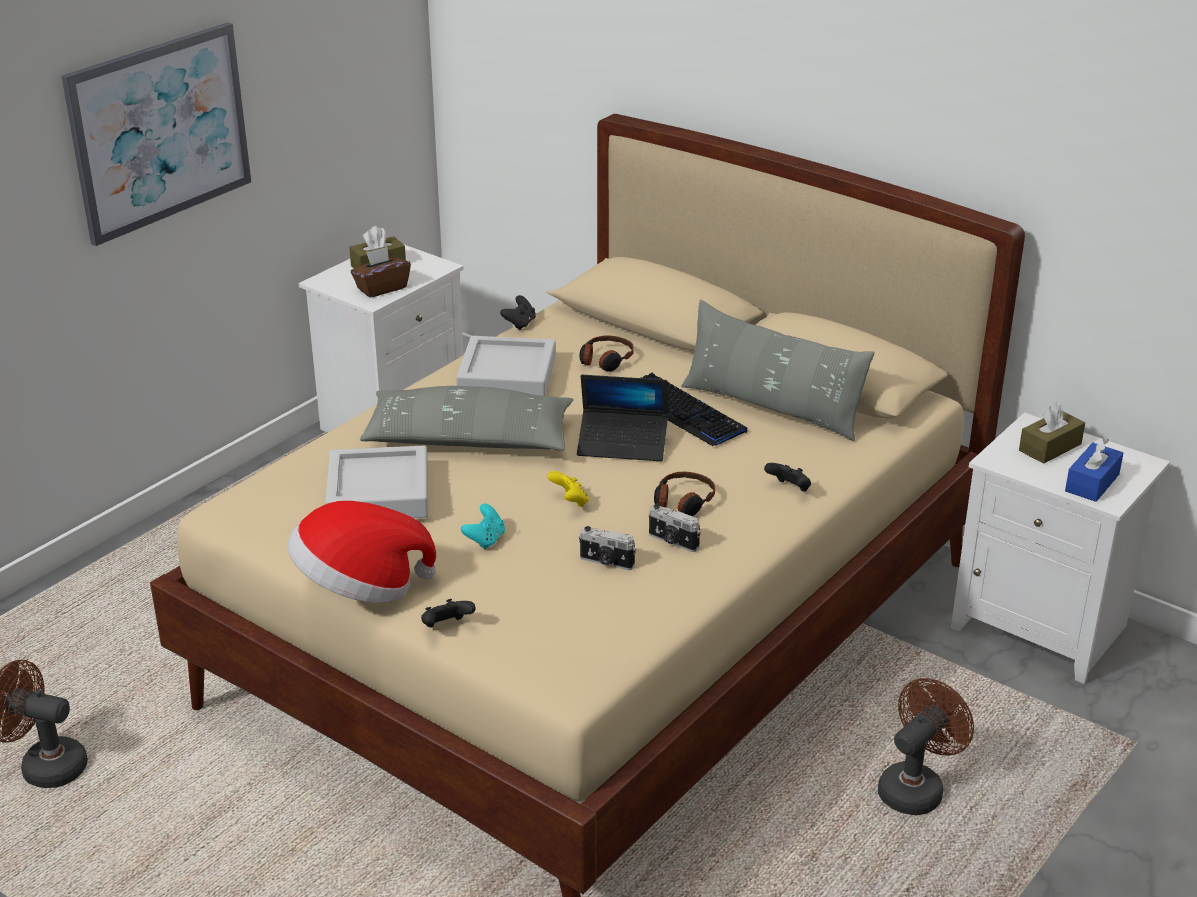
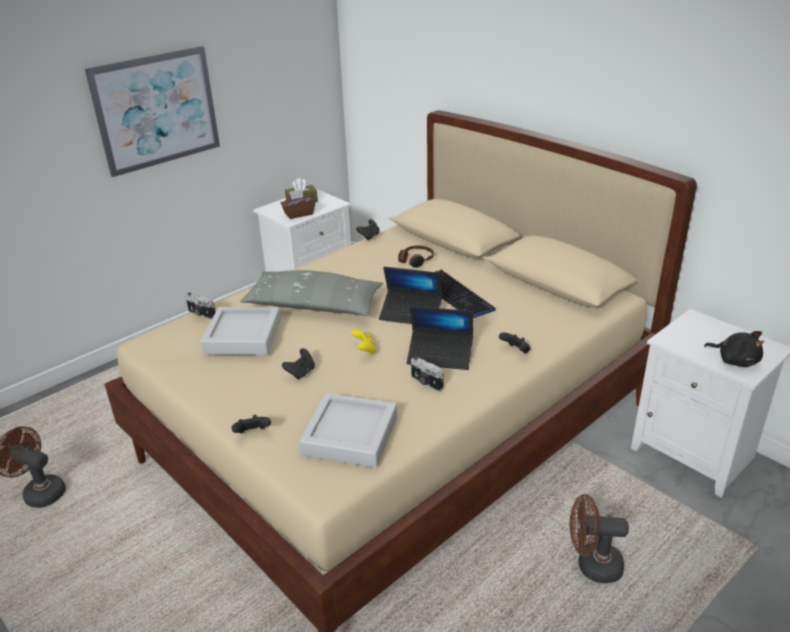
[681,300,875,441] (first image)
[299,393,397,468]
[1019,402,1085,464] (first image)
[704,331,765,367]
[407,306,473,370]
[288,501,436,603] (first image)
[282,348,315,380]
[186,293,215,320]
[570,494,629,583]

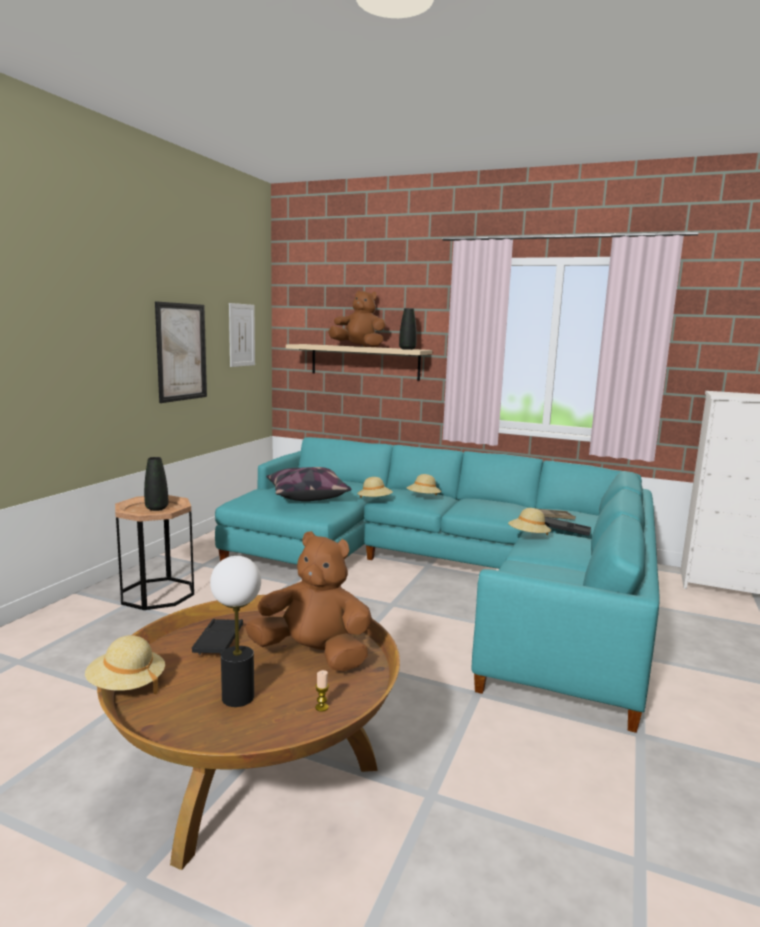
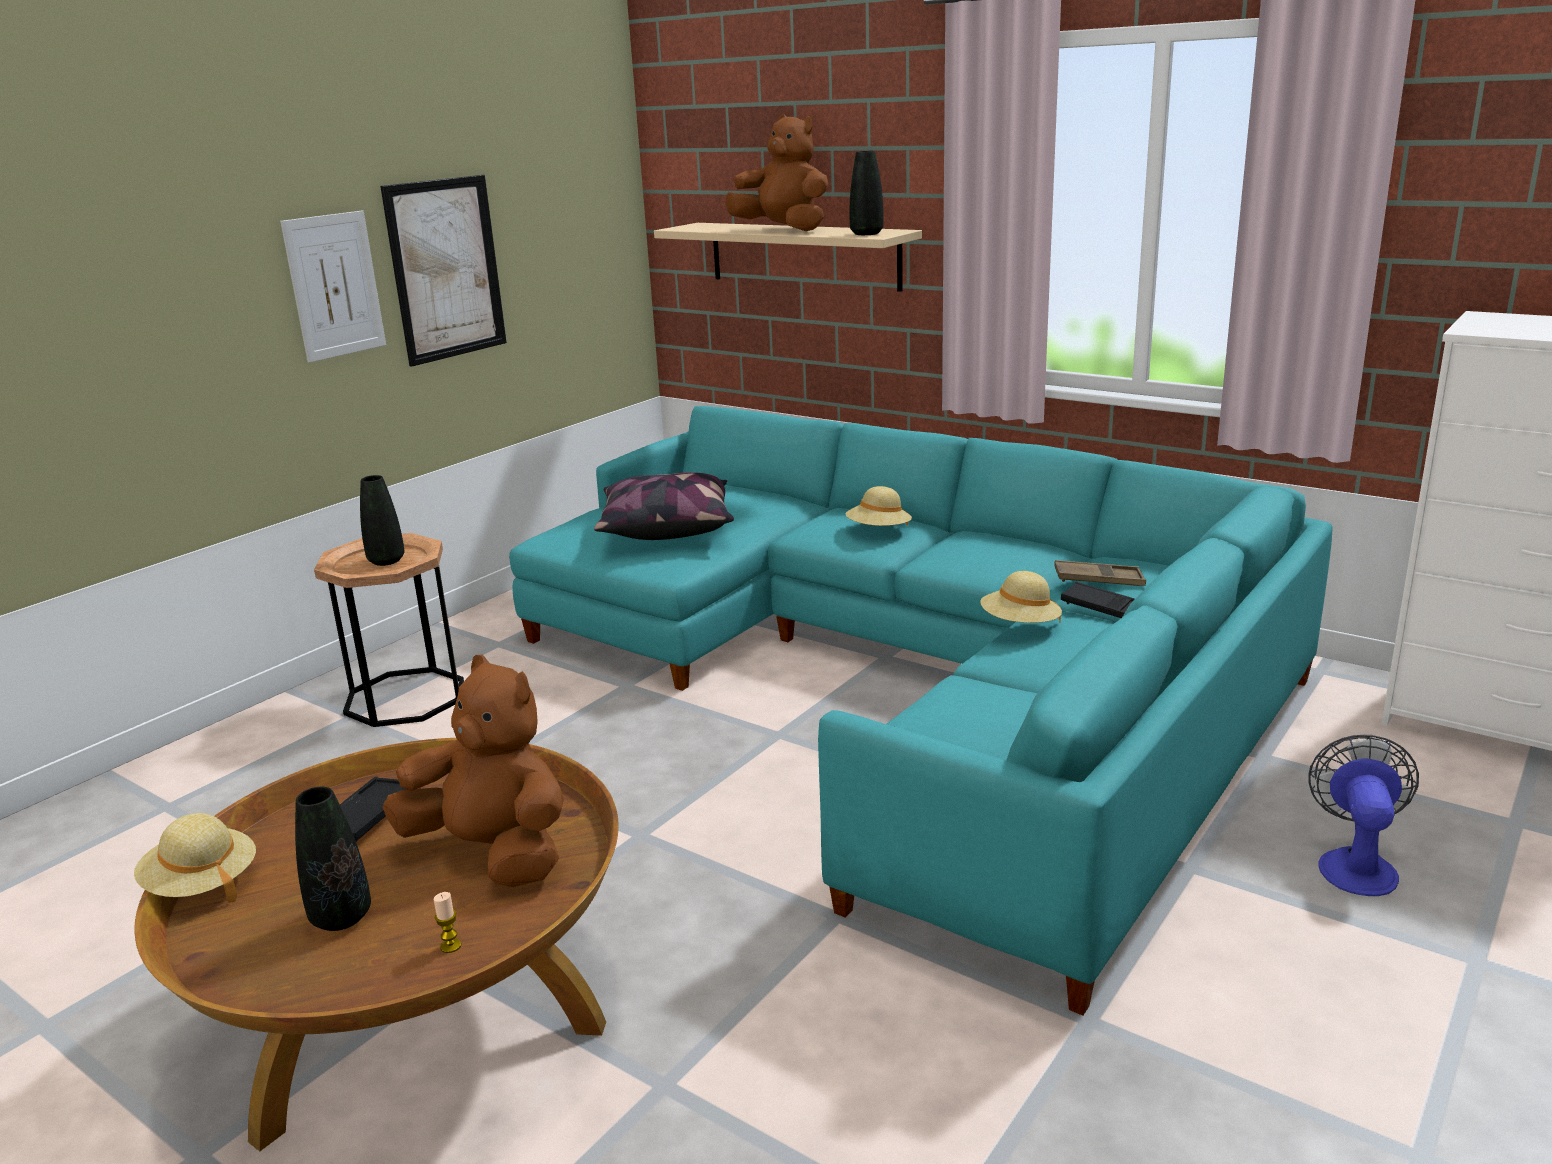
[280,211,386,363]
[357,477,393,498] (first image)
[295,787,371,931]
[1308,735,1419,896]

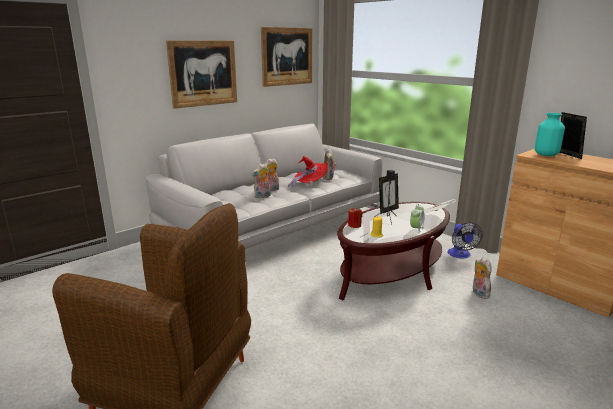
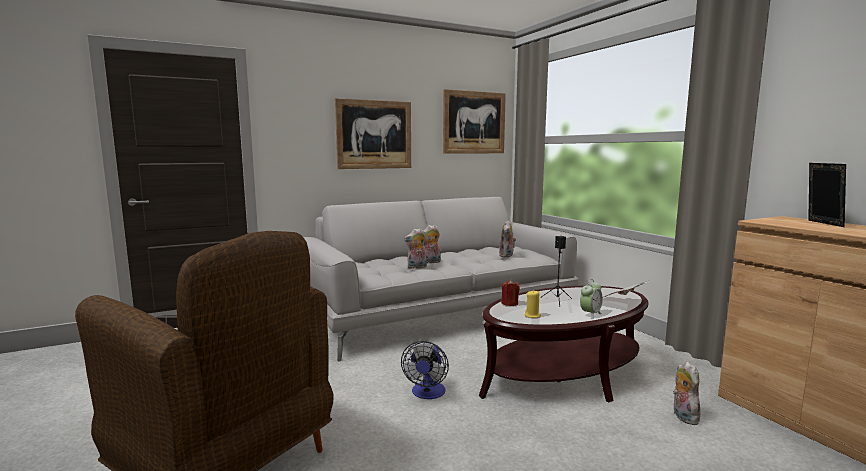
[535,113,565,156] (first image)
[288,156,328,189] (first image)
[379,173,399,214] (first image)
[401,341,449,399]

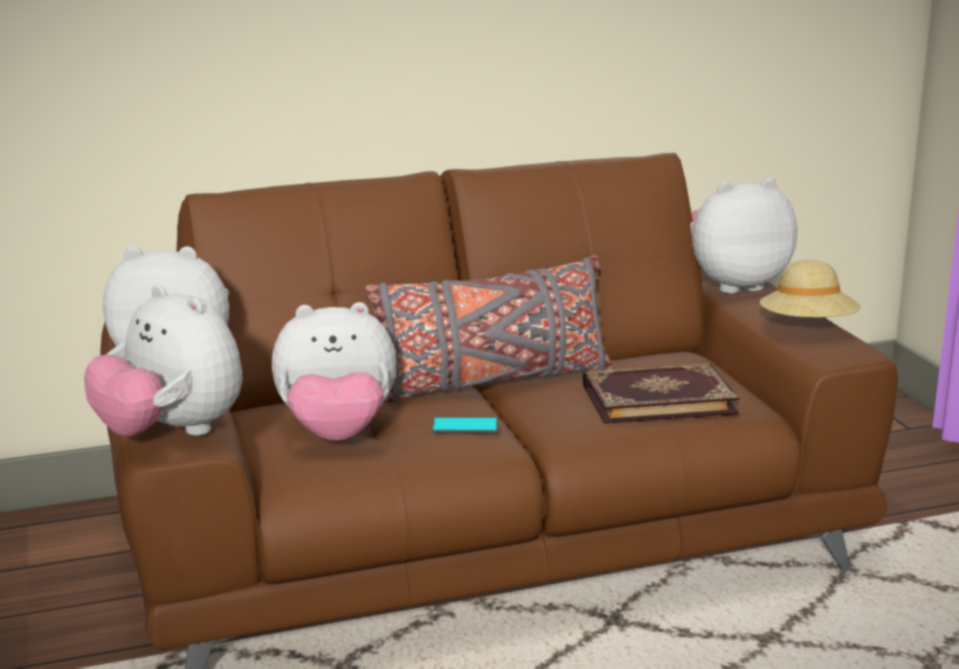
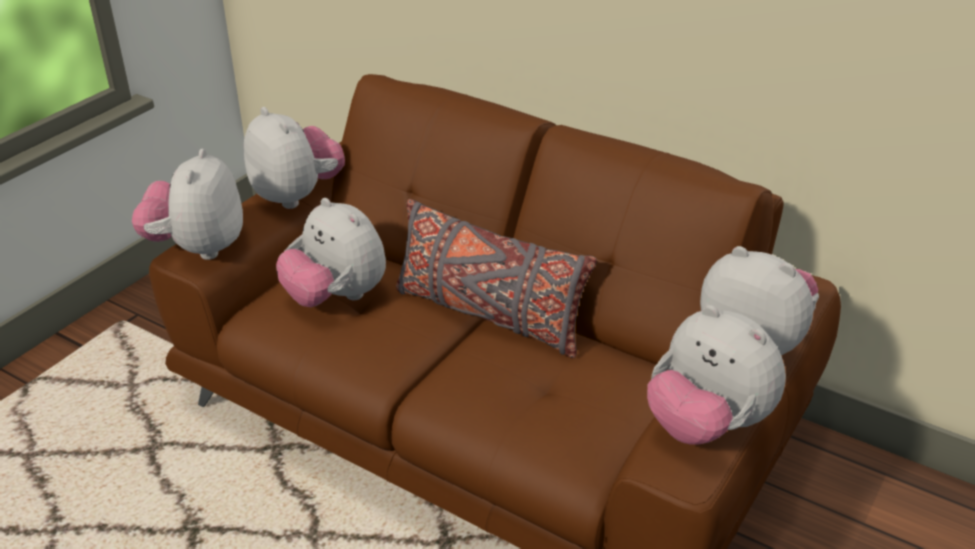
[647,305,786,445]
[583,363,740,424] (first image)
[432,417,499,434] (first image)

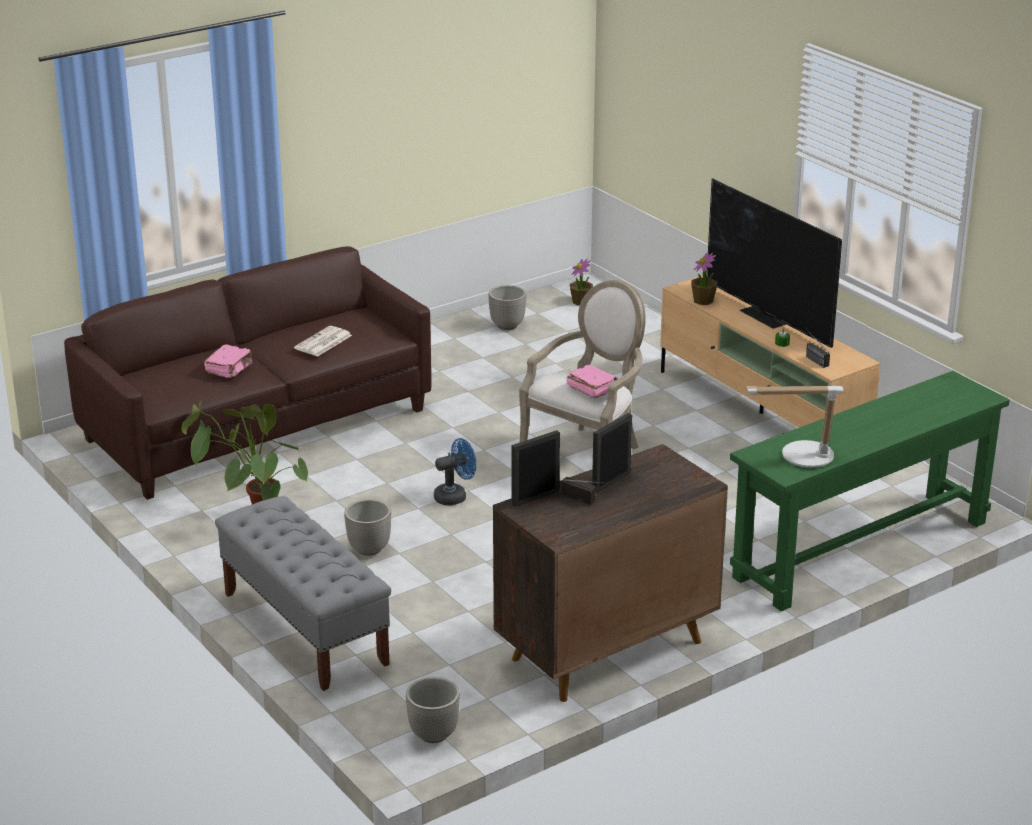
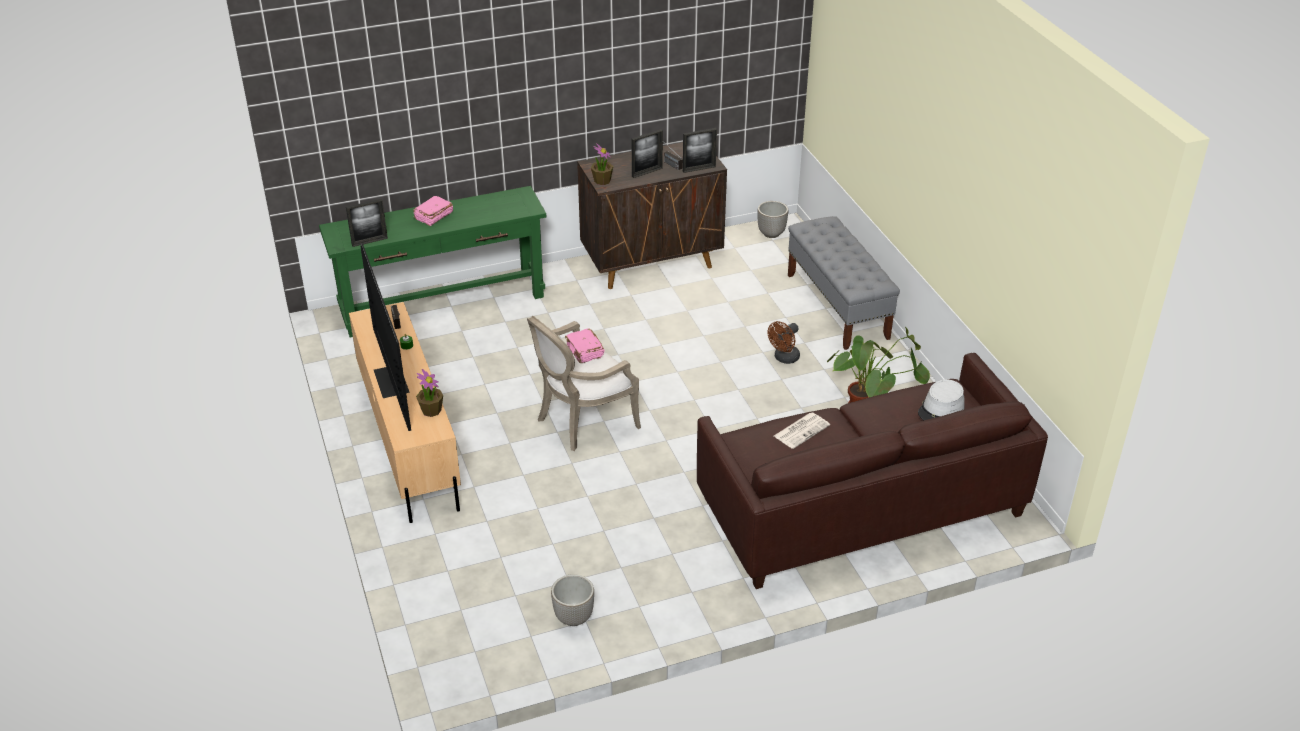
[591,143,613,185]
[413,196,453,226]
[746,386,844,467] (first image)
[434,438,476,506] (first image)
[767,321,800,364]
[346,199,388,247]
[918,379,965,420]

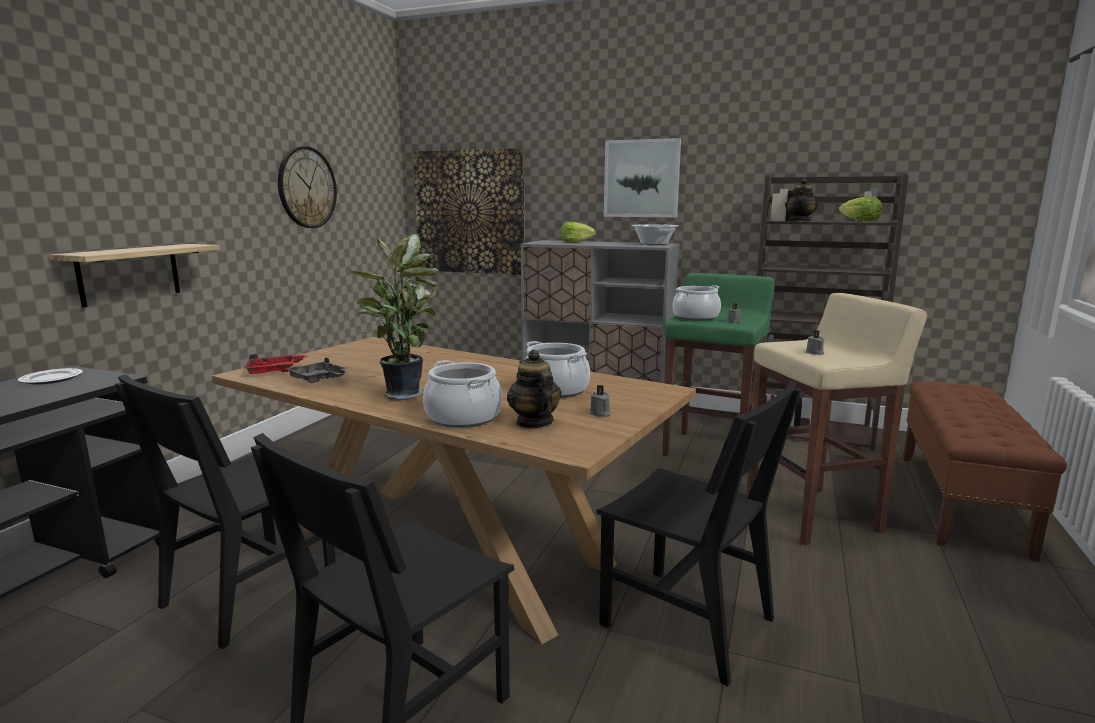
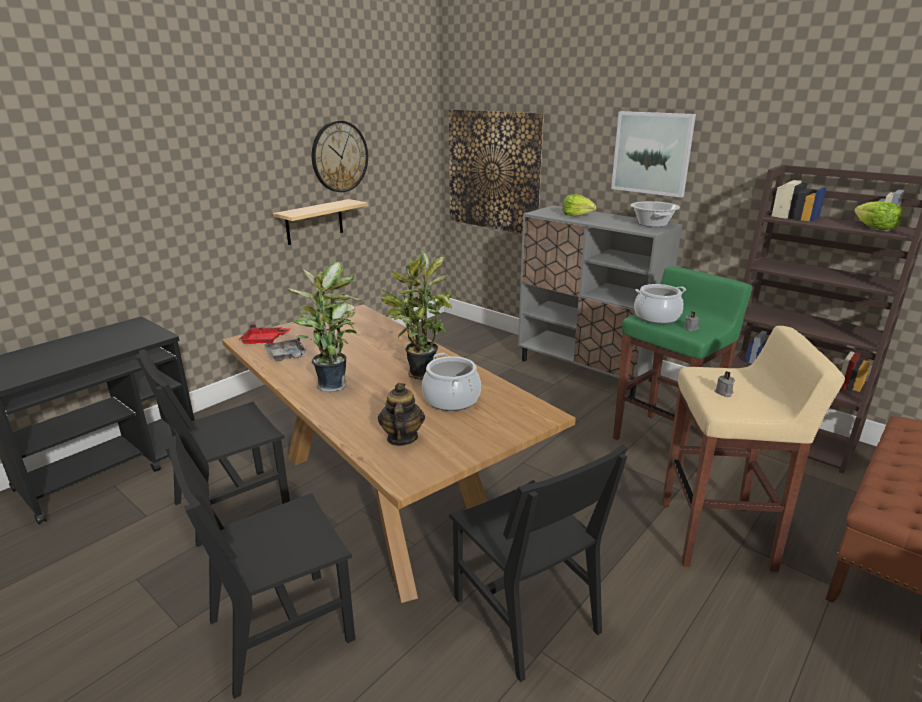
[785,178,818,221] (first image)
[273,199,368,245]
[423,360,502,428] (first image)
[18,368,83,385] (first image)
[589,385,611,417] (first image)
[381,250,452,380]

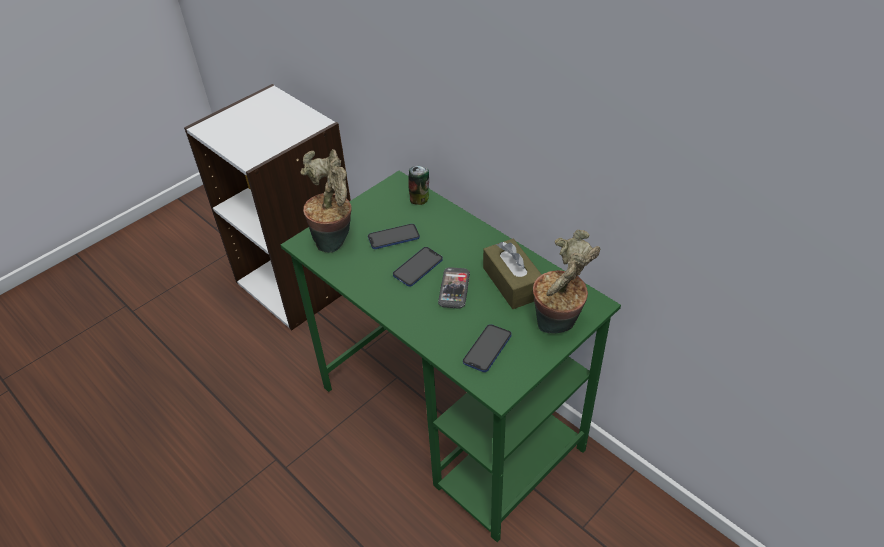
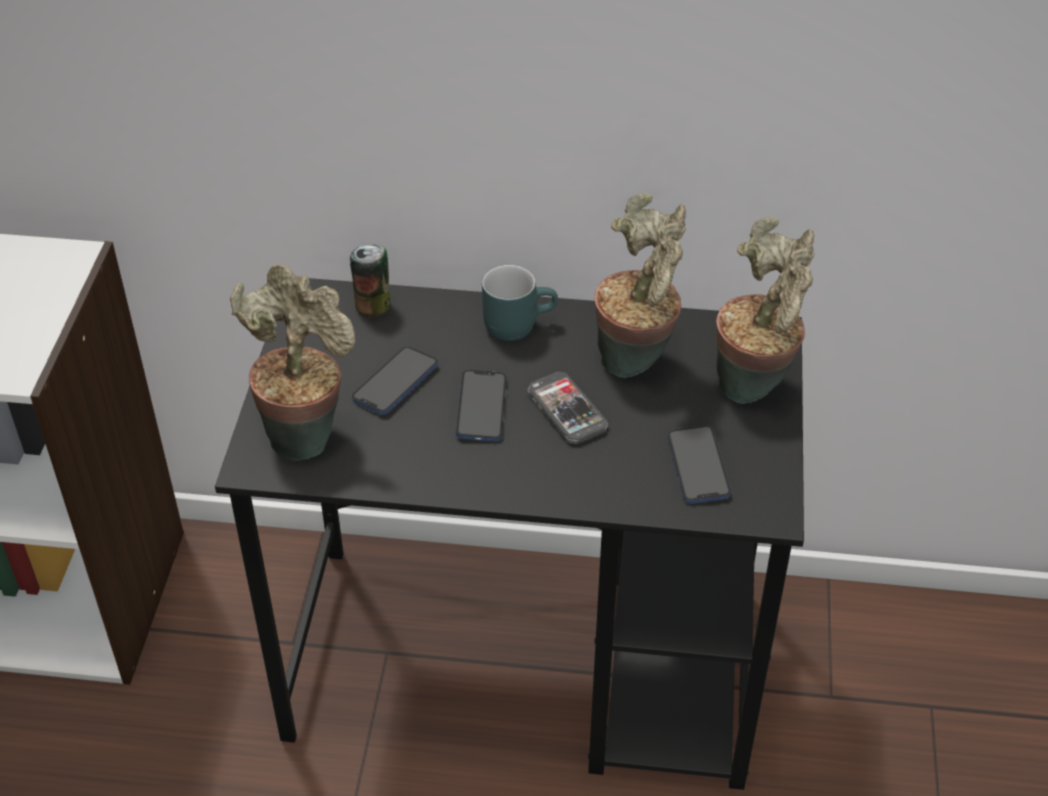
[215,278,804,790]
[594,193,686,378]
[482,265,558,341]

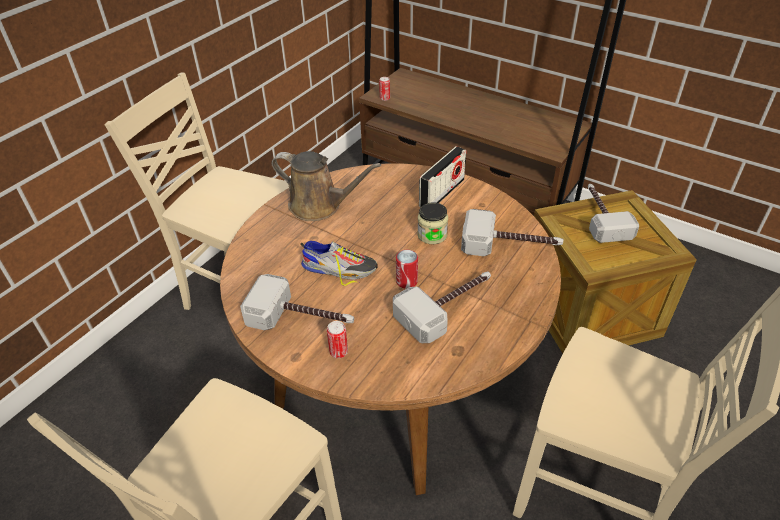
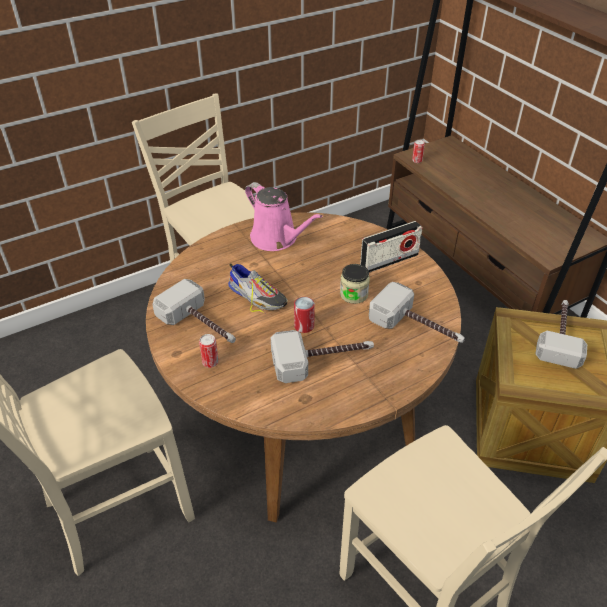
[245,182,323,251]

